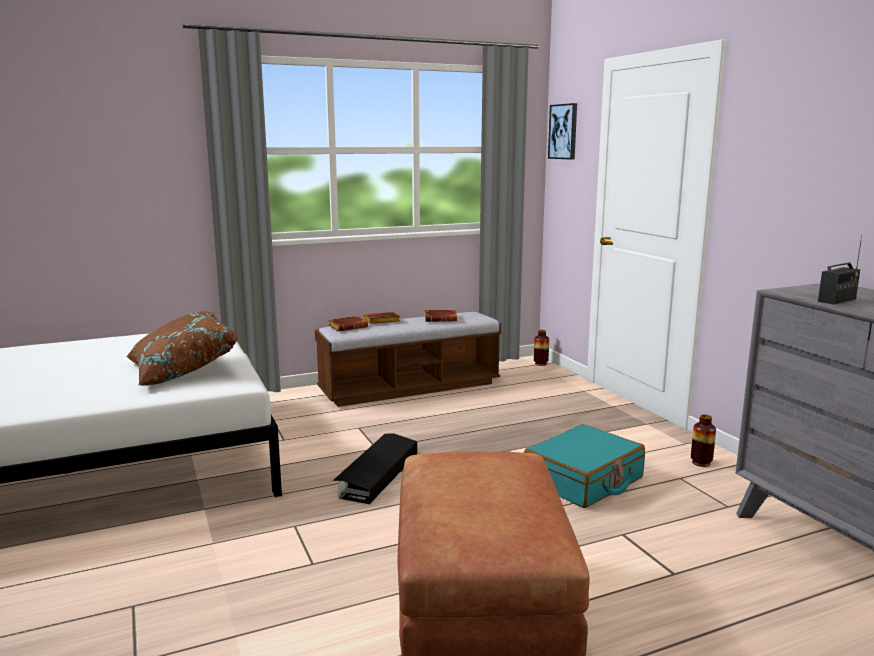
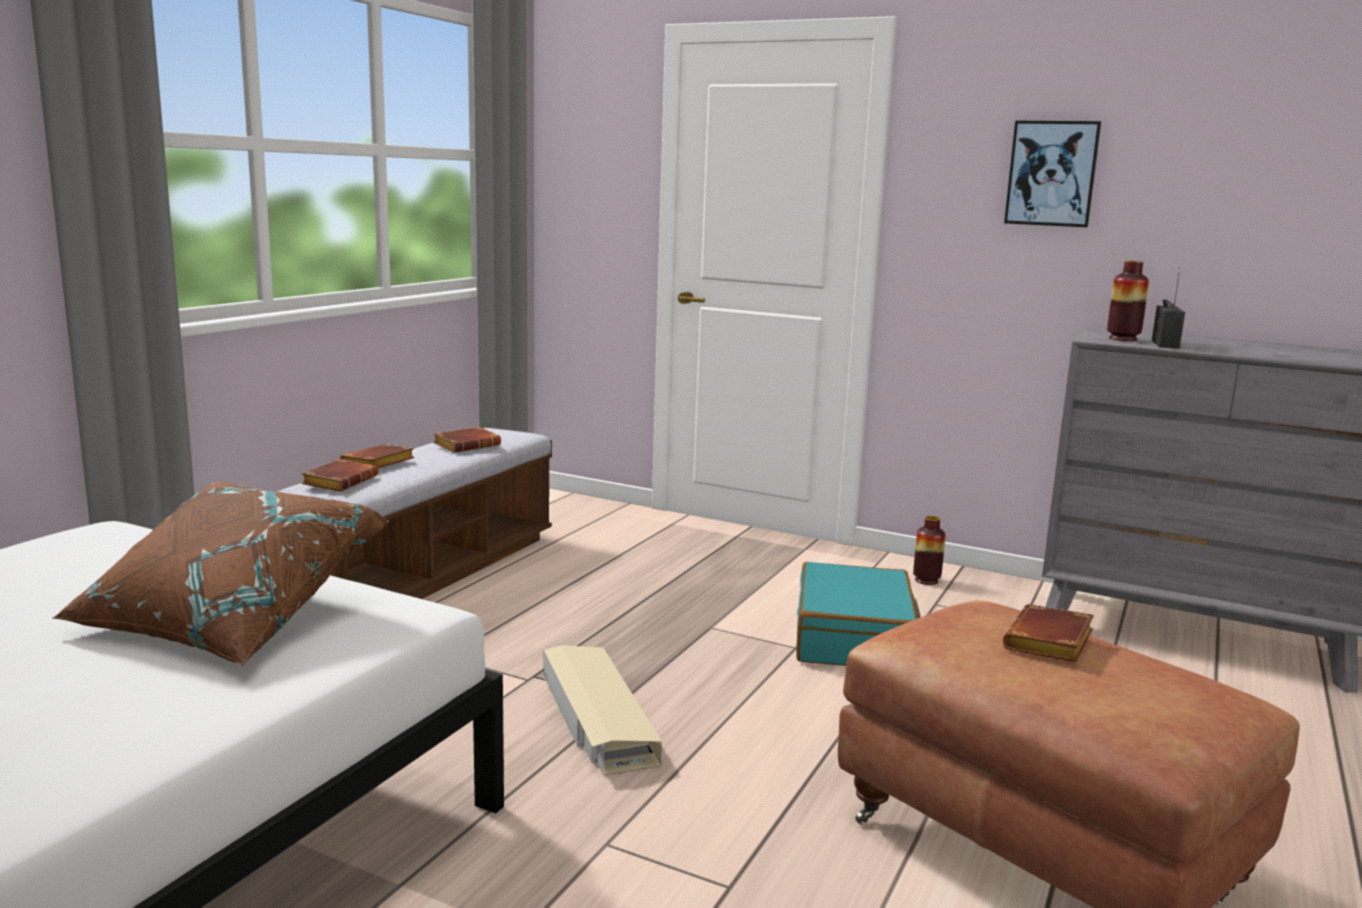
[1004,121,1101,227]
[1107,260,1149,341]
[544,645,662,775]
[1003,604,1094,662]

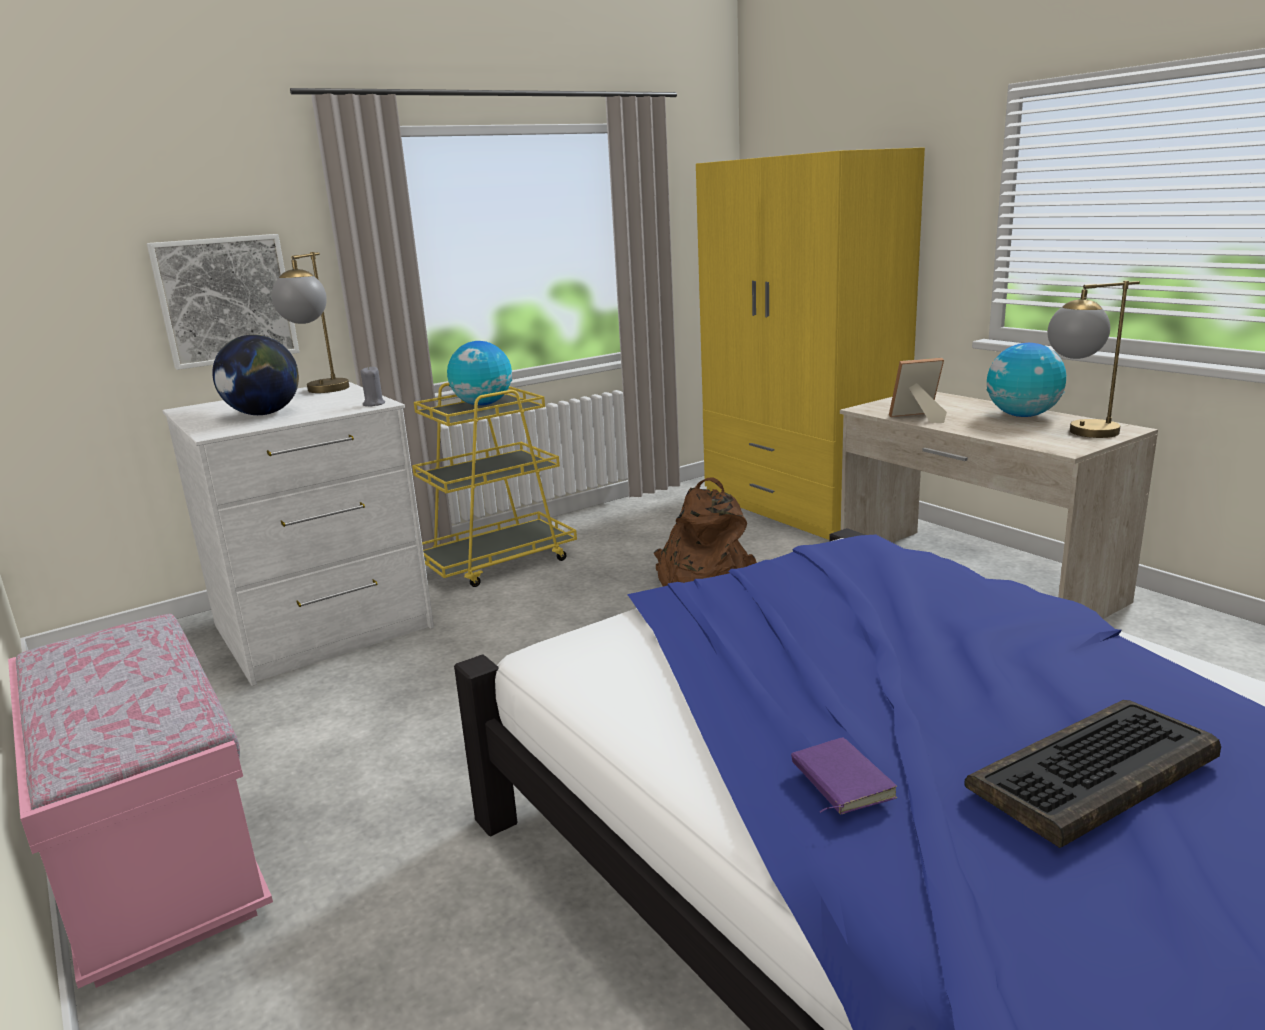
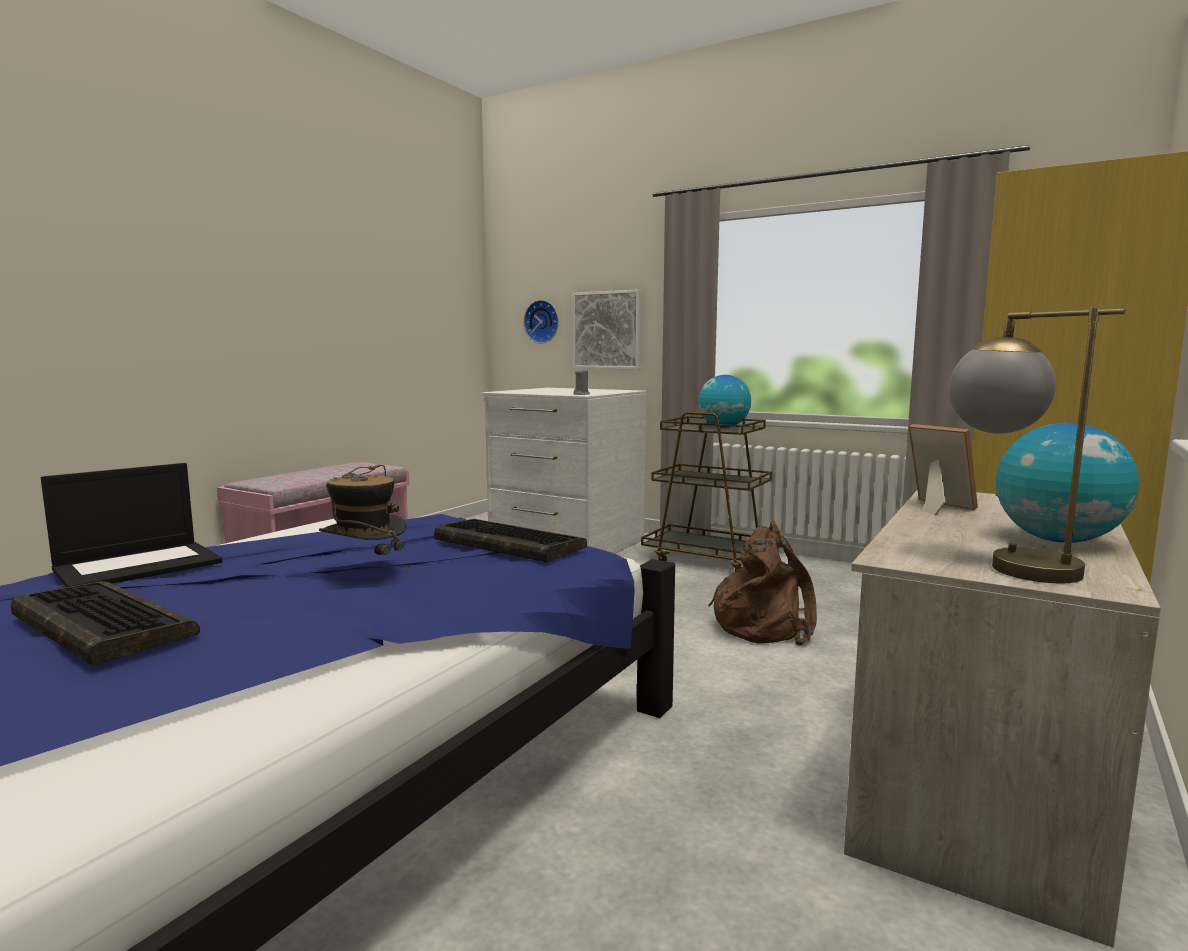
[272,252,349,393] (first image)
[212,335,299,415] (first image)
[641,412,772,572]
[41,463,223,587]
[524,300,559,343]
[319,464,407,574]
[434,519,587,562]

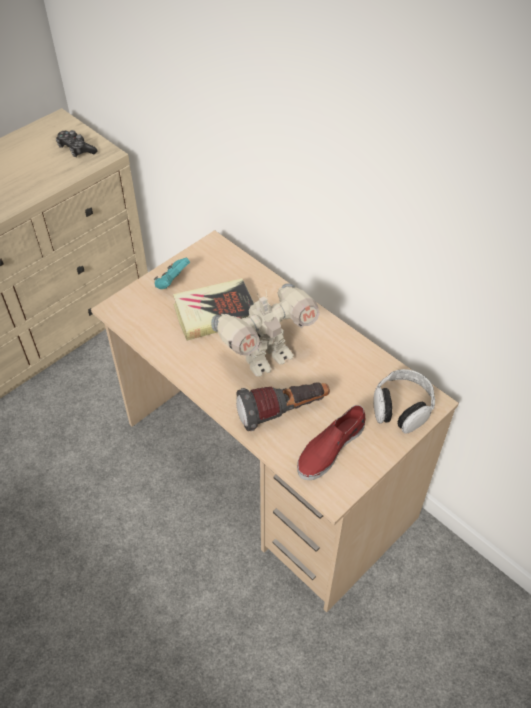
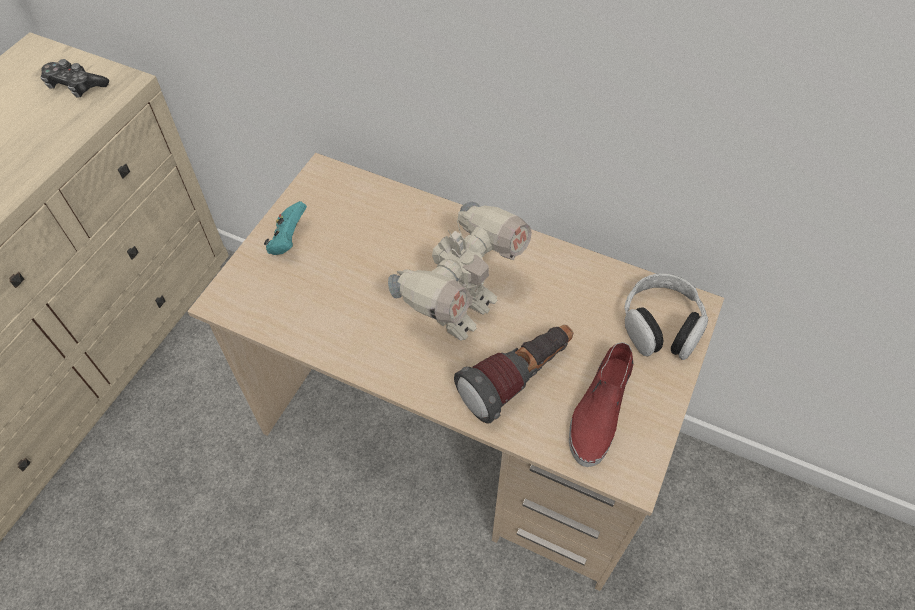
[173,278,254,341] (first image)

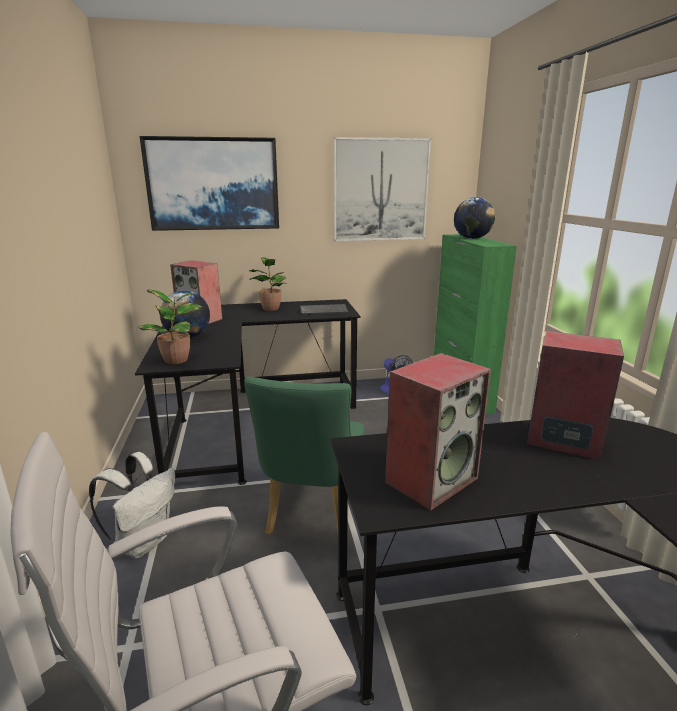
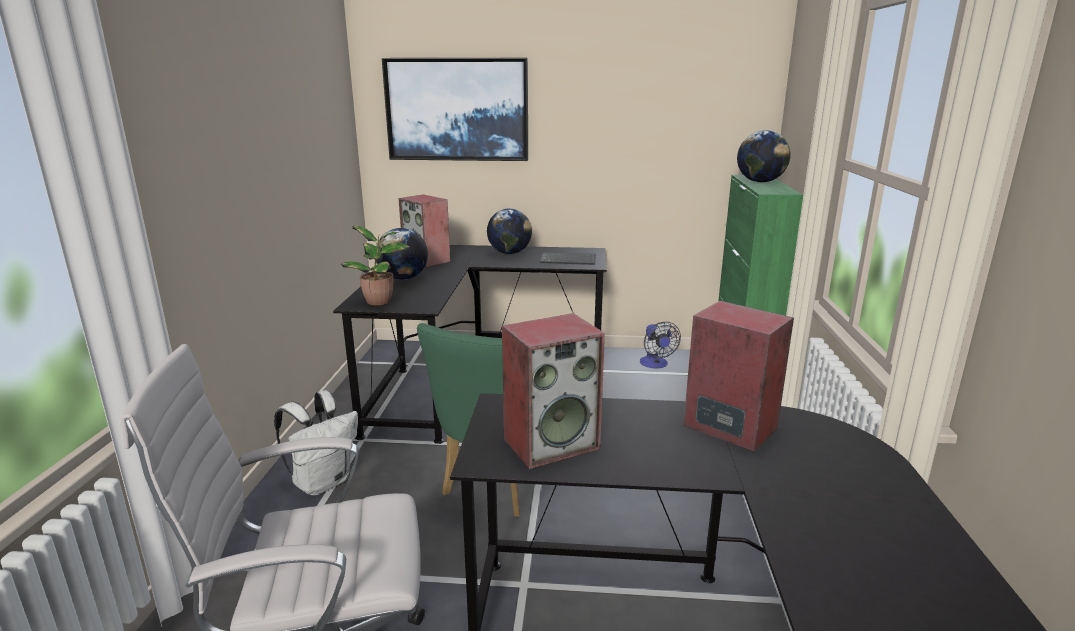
[333,137,431,241] (first image)
[487,209,532,254]

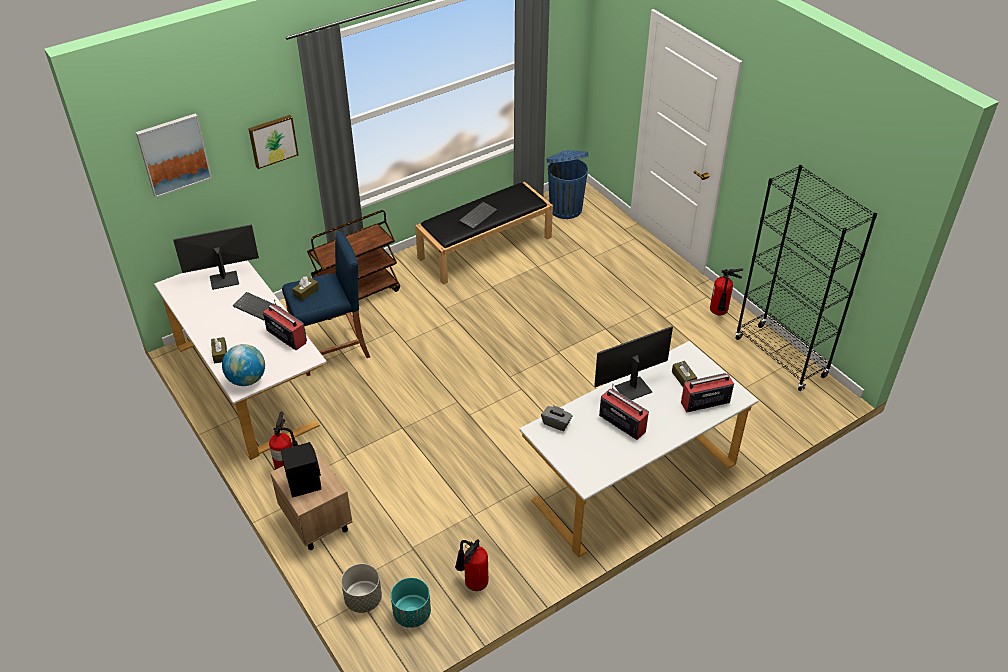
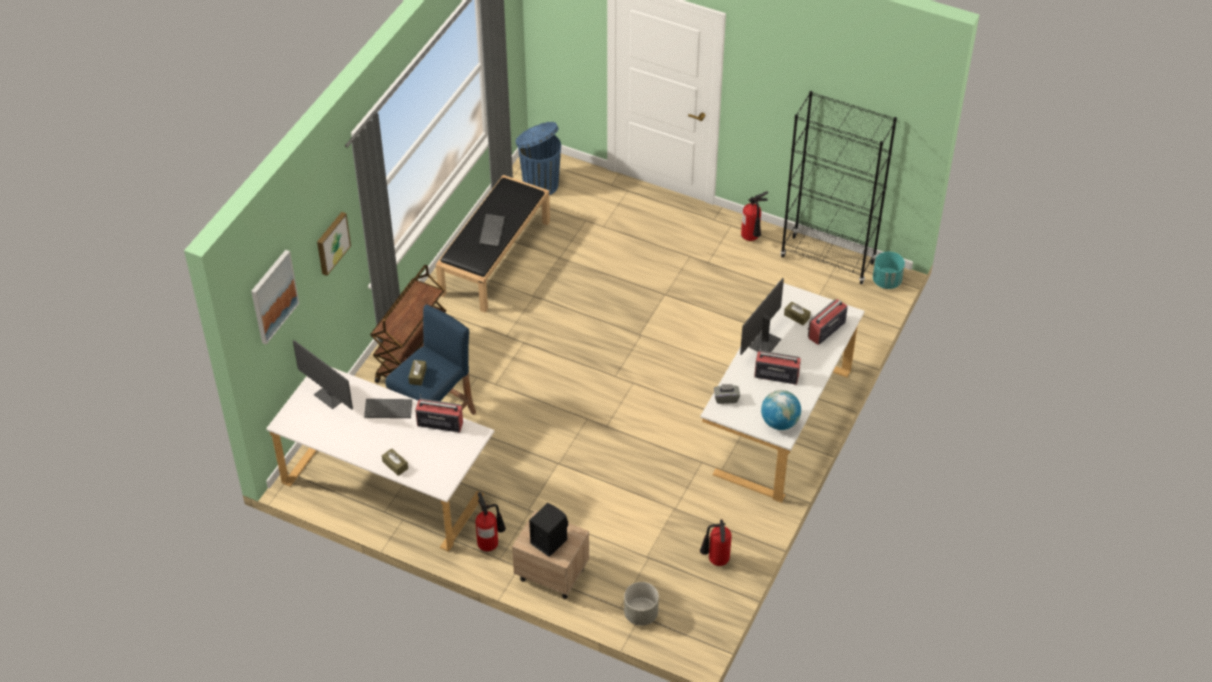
[293,340,353,410]
[761,390,801,430]
[873,252,905,289]

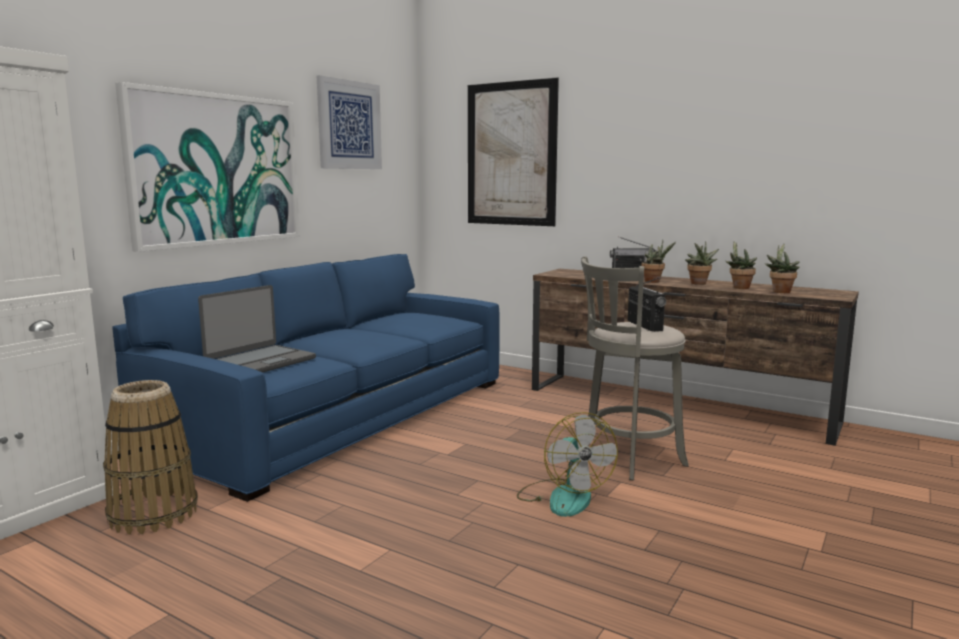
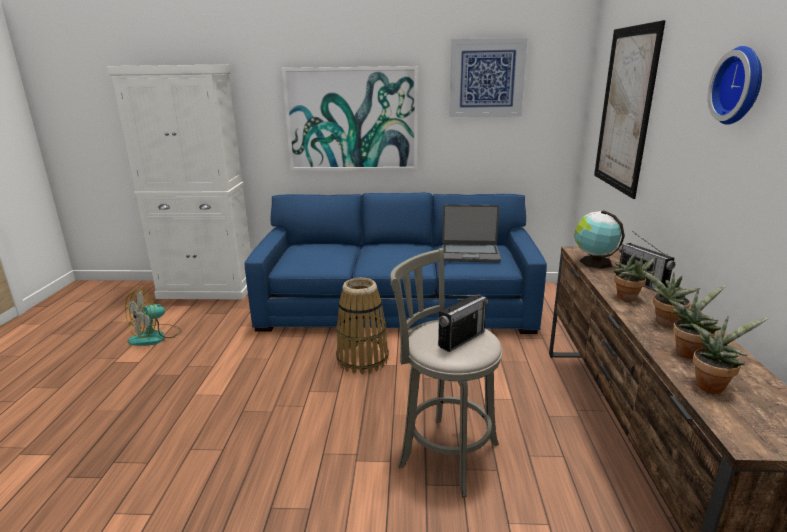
[442,204,501,263]
[336,278,389,374]
[125,289,182,346]
[708,46,762,125]
[574,210,625,269]

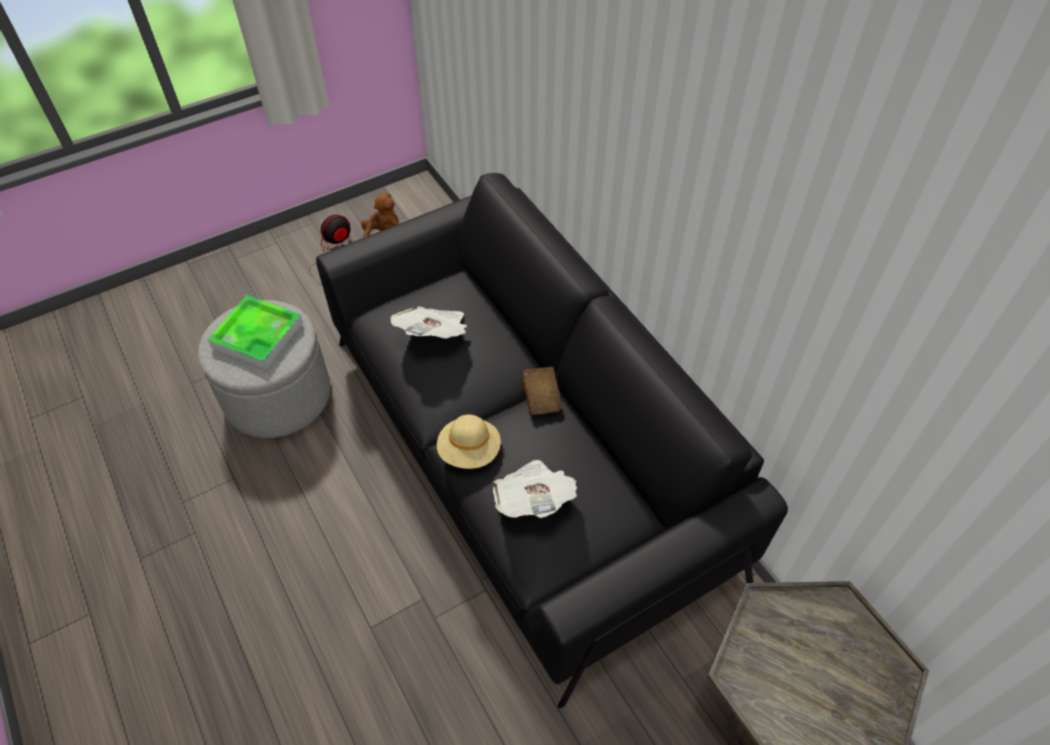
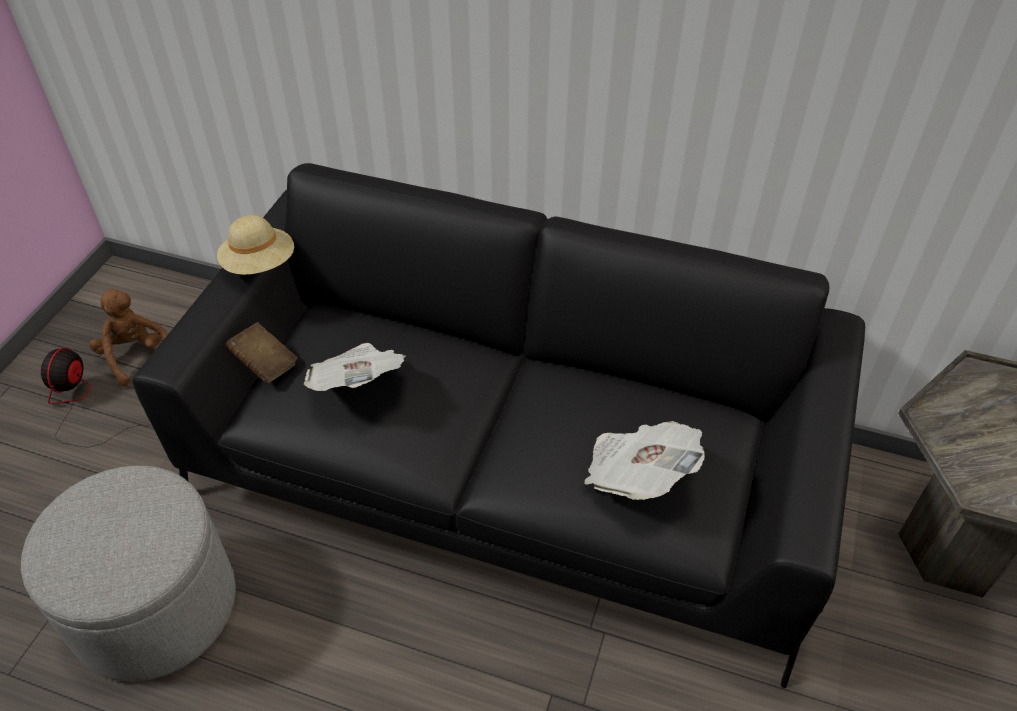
[208,295,303,369] (first image)
[225,322,298,384]
[217,215,294,275]

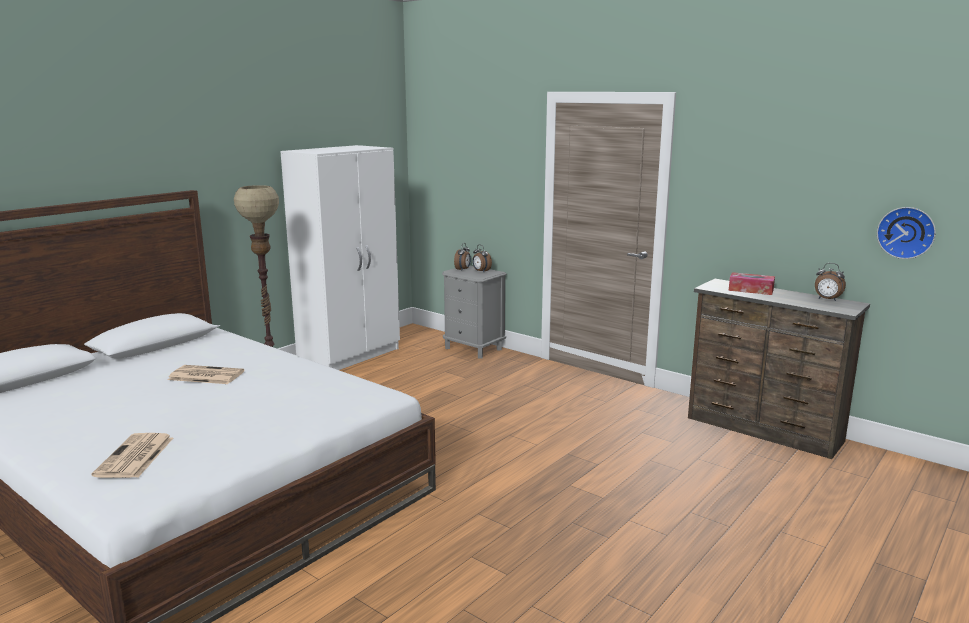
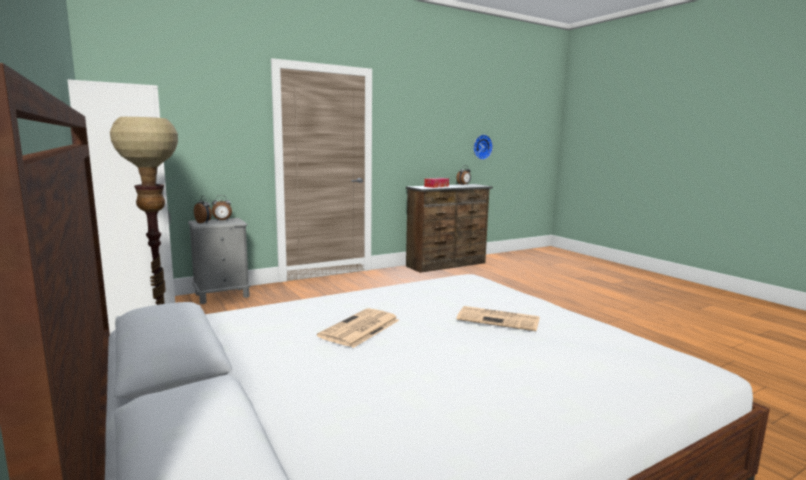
[456,306,540,331]

